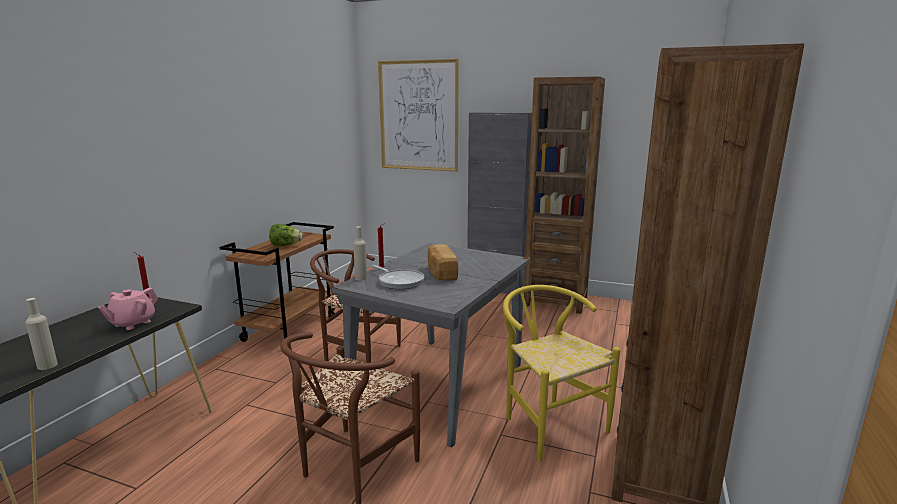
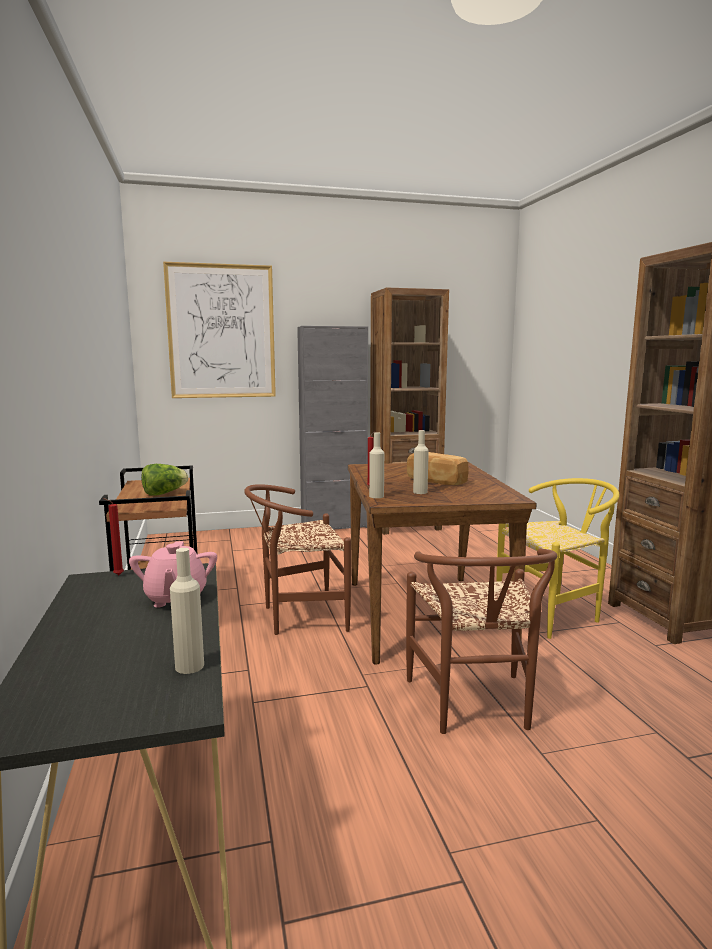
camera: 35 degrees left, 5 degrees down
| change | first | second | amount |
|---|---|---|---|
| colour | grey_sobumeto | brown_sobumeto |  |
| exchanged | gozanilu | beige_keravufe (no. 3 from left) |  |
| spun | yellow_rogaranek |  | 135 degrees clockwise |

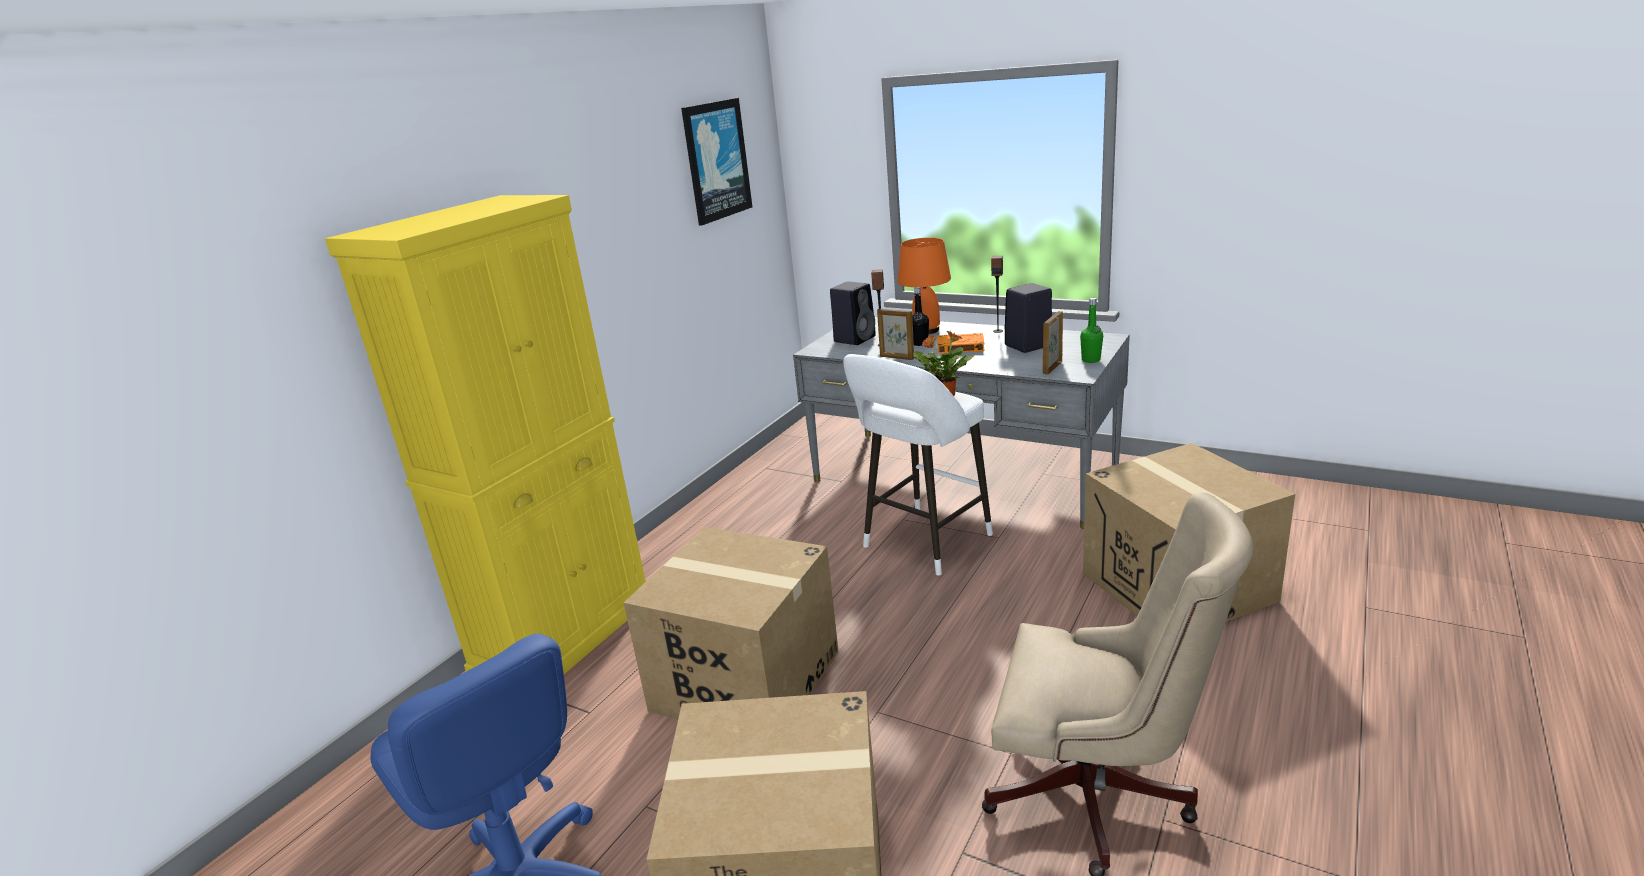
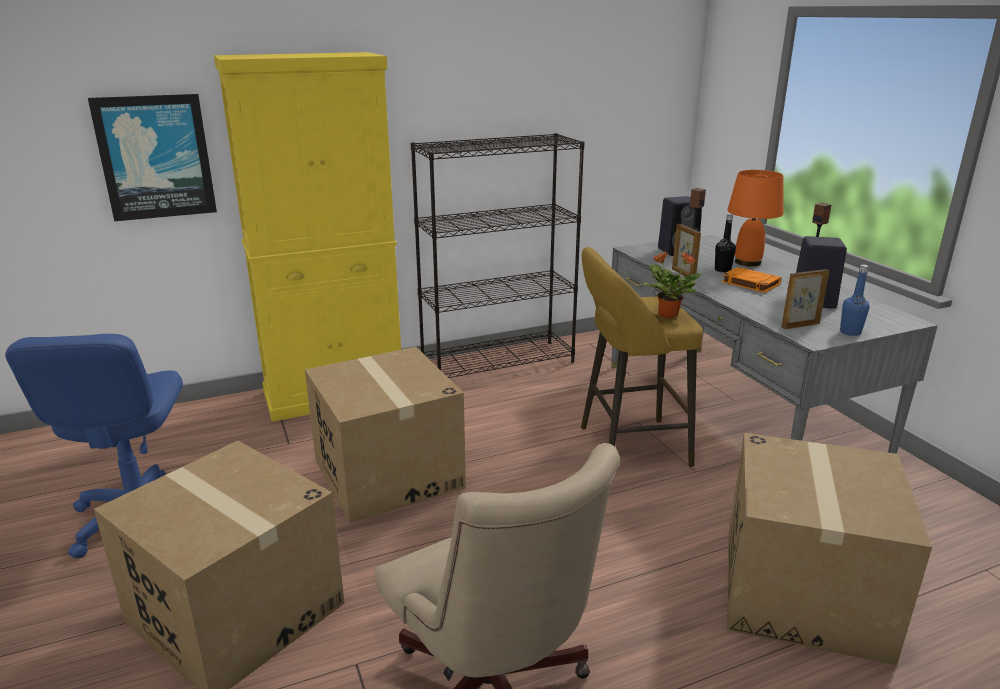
camera: 35 degrees right, 0 degrees up
| change | first | second | amount |
|---|---|---|---|
| relocated | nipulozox |  |  |
| colour | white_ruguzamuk | yellow_ruguzamuk |  |
| colour | green_keravufe | blue_keravufe |  |
| appeared |  | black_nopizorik |  |

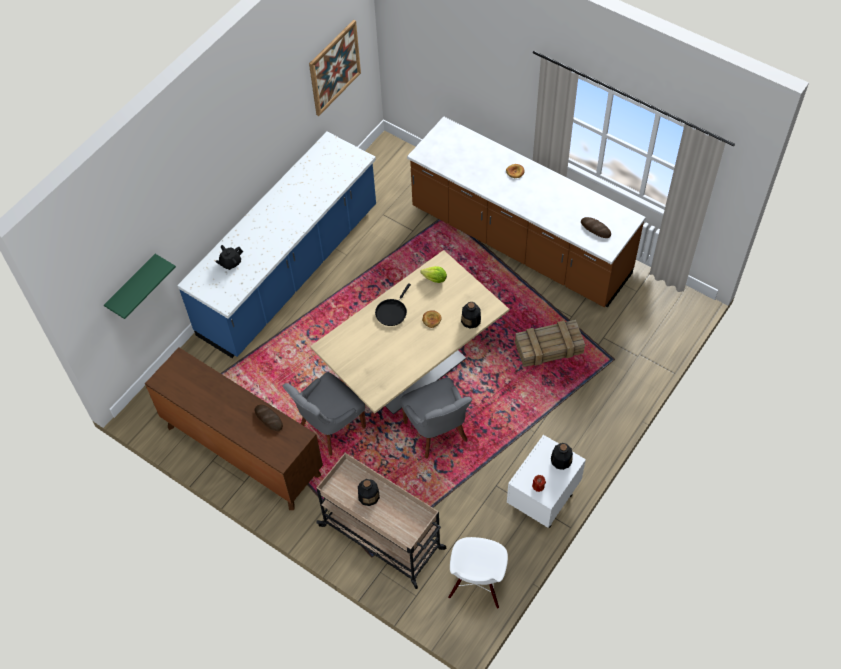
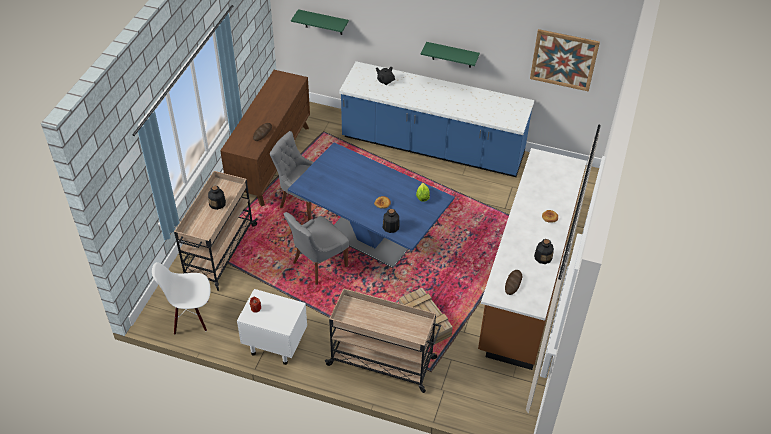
camera: 70 degrees right, 10 degrees down
| change | first | second | amount |
|---|---|---|---|
| colour | beige_sobumeto | blue_sobumeto |  |
| missing | black_gozanilu |  |  |
| relocated | keravufe (no. 3 from left) |  |  |
| appeared |  | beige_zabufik (no. 2 from left) |  |
| appeared |  | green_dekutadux (no. 2 from left) |  |

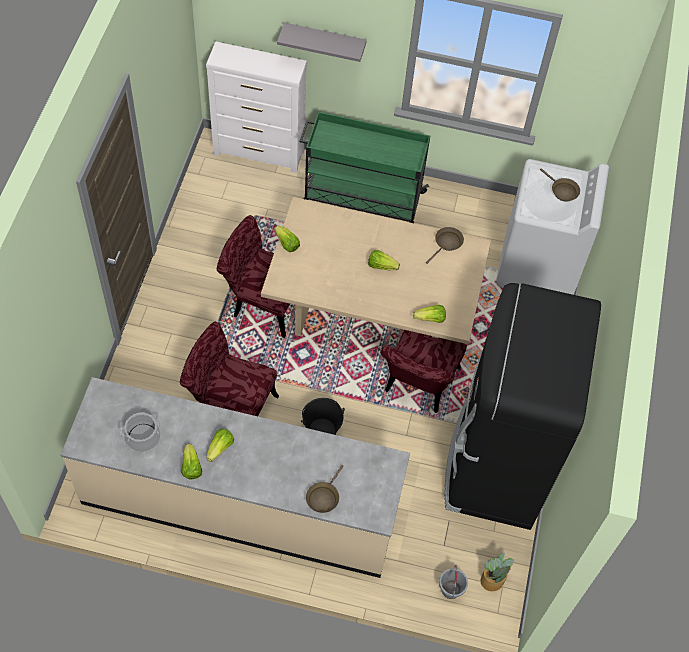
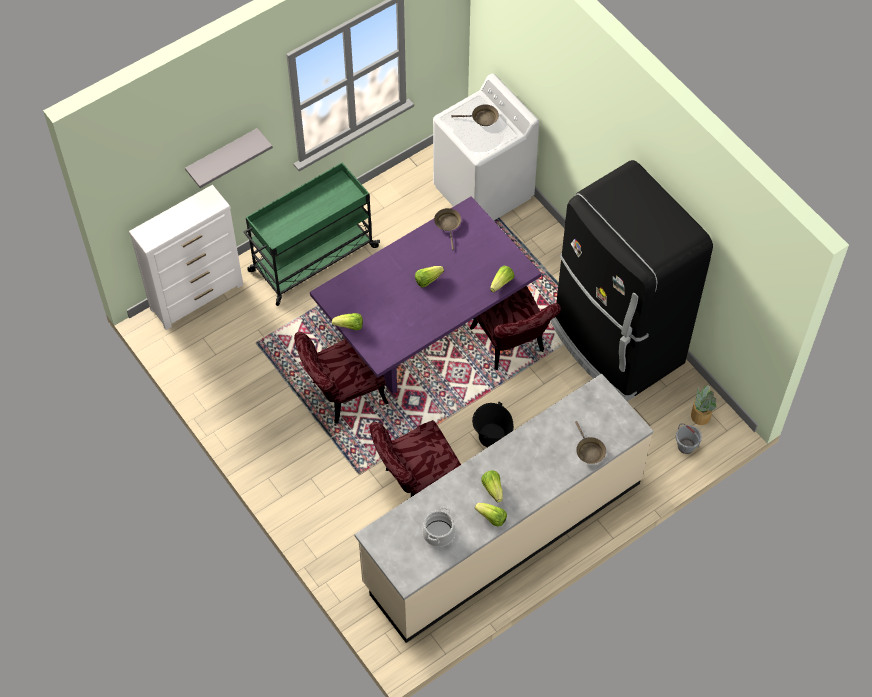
camera: 45 degrees left, 0 degrees up
| change | first | second | amount |
|---|---|---|---|
| colour | beige_sobumeto | purple_sobumeto |  |

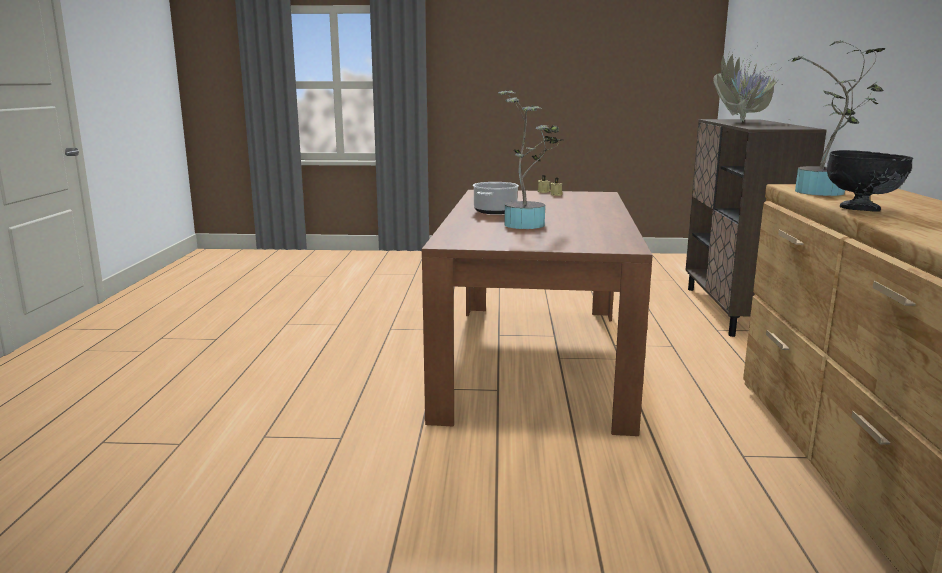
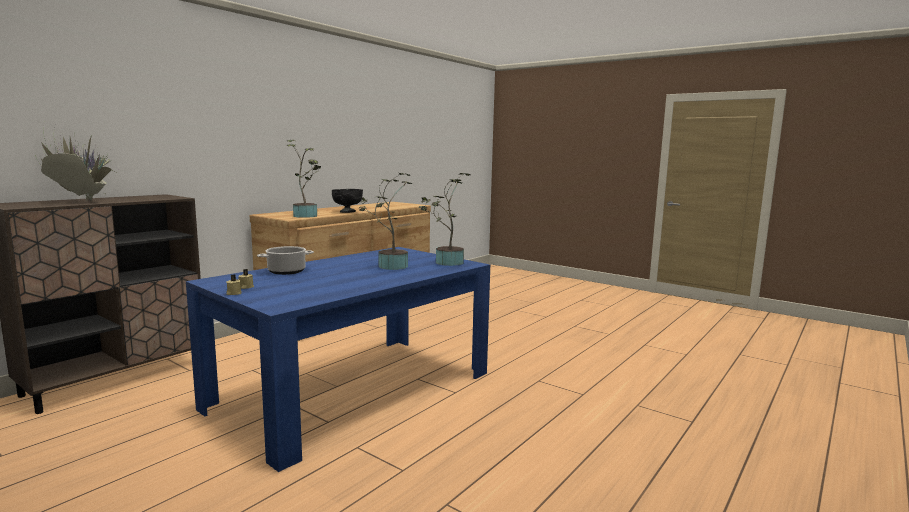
camera: 145 degrees left, 5 degrees down
| change | first | second | amount |
|---|---|---|---|
| colour | brown_sobumeto | blue_sobumeto |  |
| relocated | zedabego |  |  |
| appeared |  | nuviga (no. 4 from left) |  |

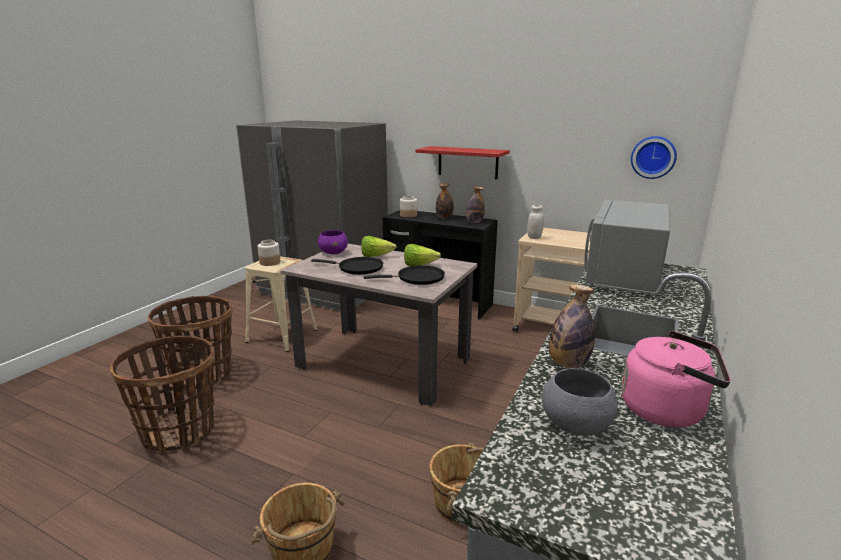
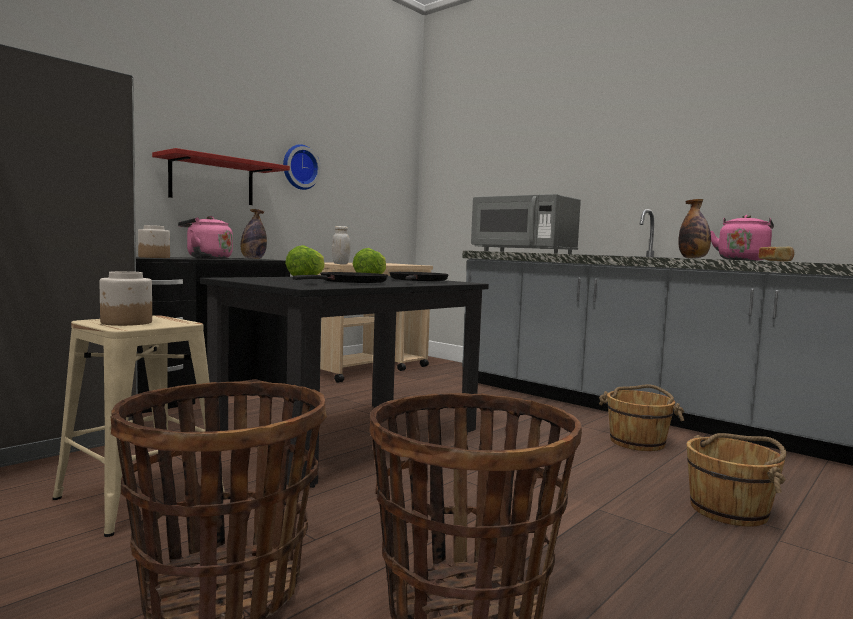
camera: 75 degrees left, 15 degrees down
| change | first | second | amount |
|---|---|---|---|
| colour | beige_sobumeto | black_sobumeto |  |
| missing | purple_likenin |  |  |
| exchanged | keravufe (no. 1 from left) | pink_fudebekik (no. 1 from left) |  |
| exchanged | grey_likenin | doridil |  |
| relocated | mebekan |  |  |

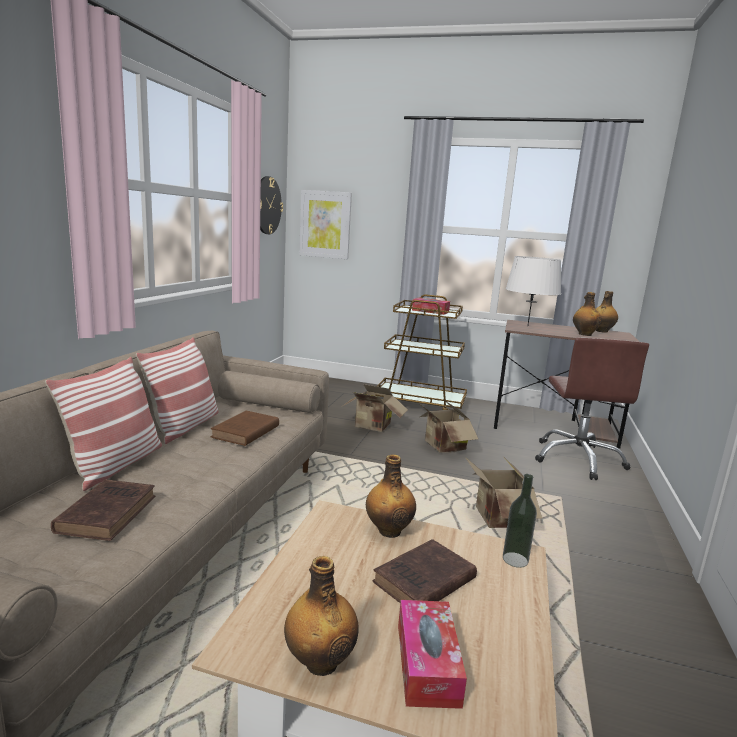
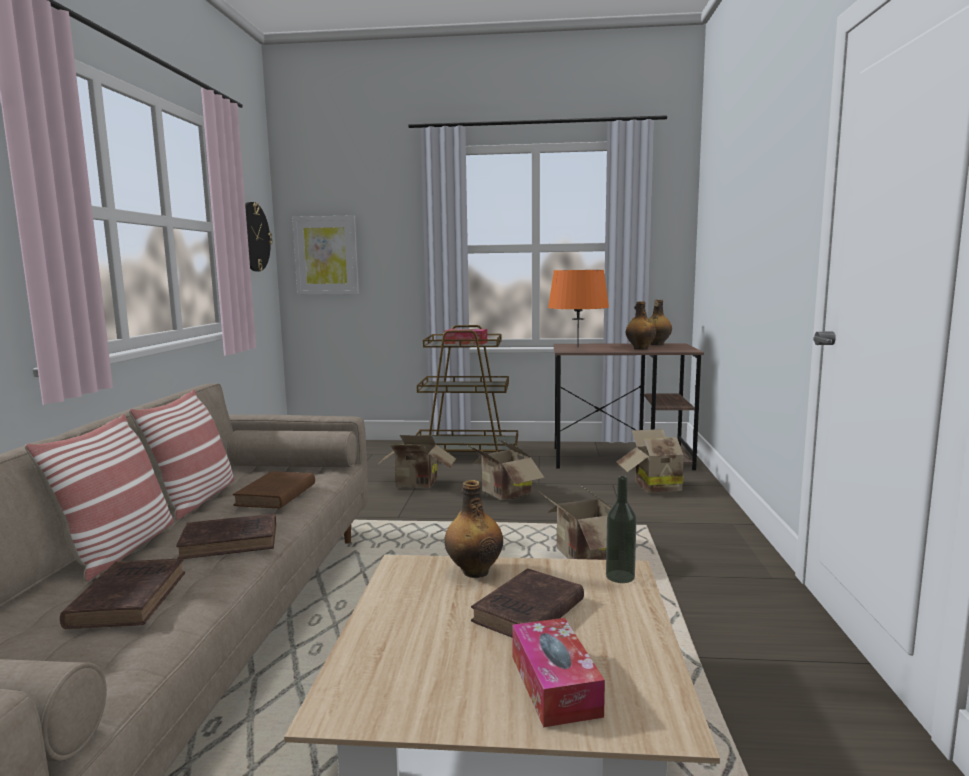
camera: 10 degrees left, 5 degrees down
| change | first | second | amount |
|---|---|---|---|
| missing | keravufe (no. 1 from left) |  |  |
| colour | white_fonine | orange_fonine |  |
| exchanged | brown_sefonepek | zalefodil (no. 4 from left) |  |
| appeared |  | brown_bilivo (no. 2 from left) |  |

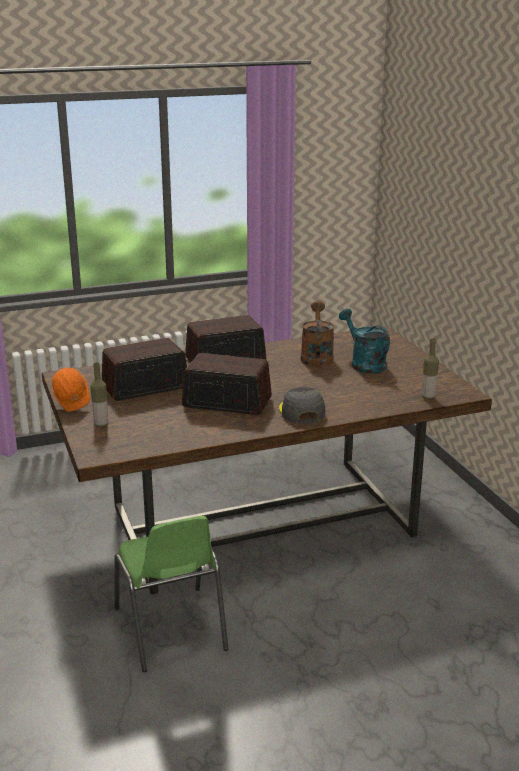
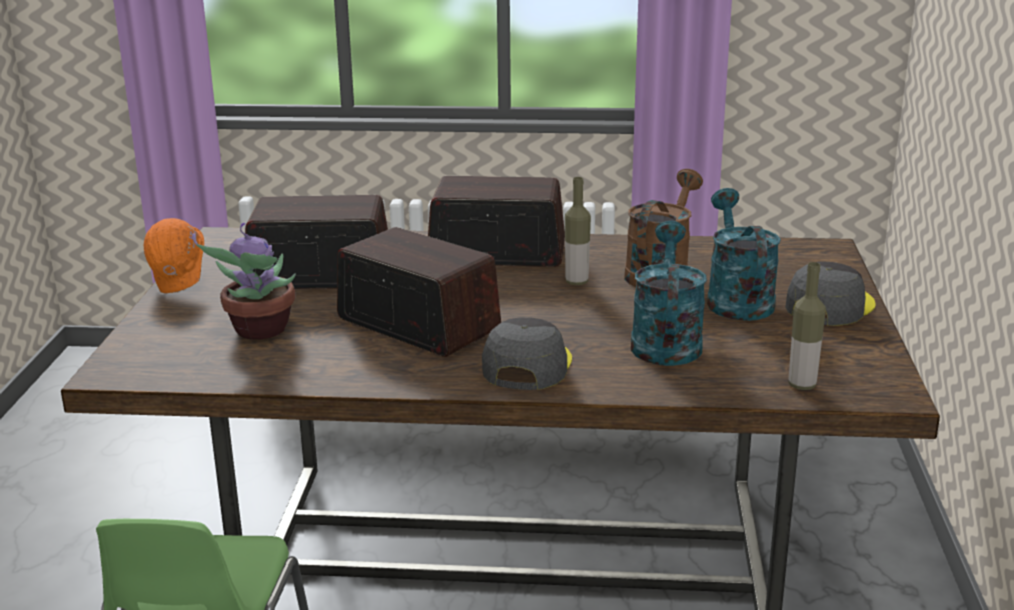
camera: 25 degrees right, 0 degrees up
| change | first | second | amount |
|---|---|---|---|
| relocated | keravufe (no. 1 from left) |  |  |
| appeared |  | nuviga |  |
| appeared |  | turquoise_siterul (no. 1 from left) |  |
| appeared |  | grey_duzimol (no. 2 from left) |  |

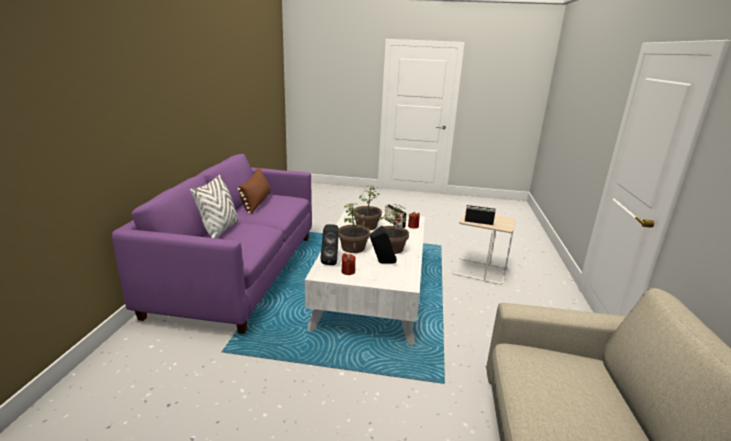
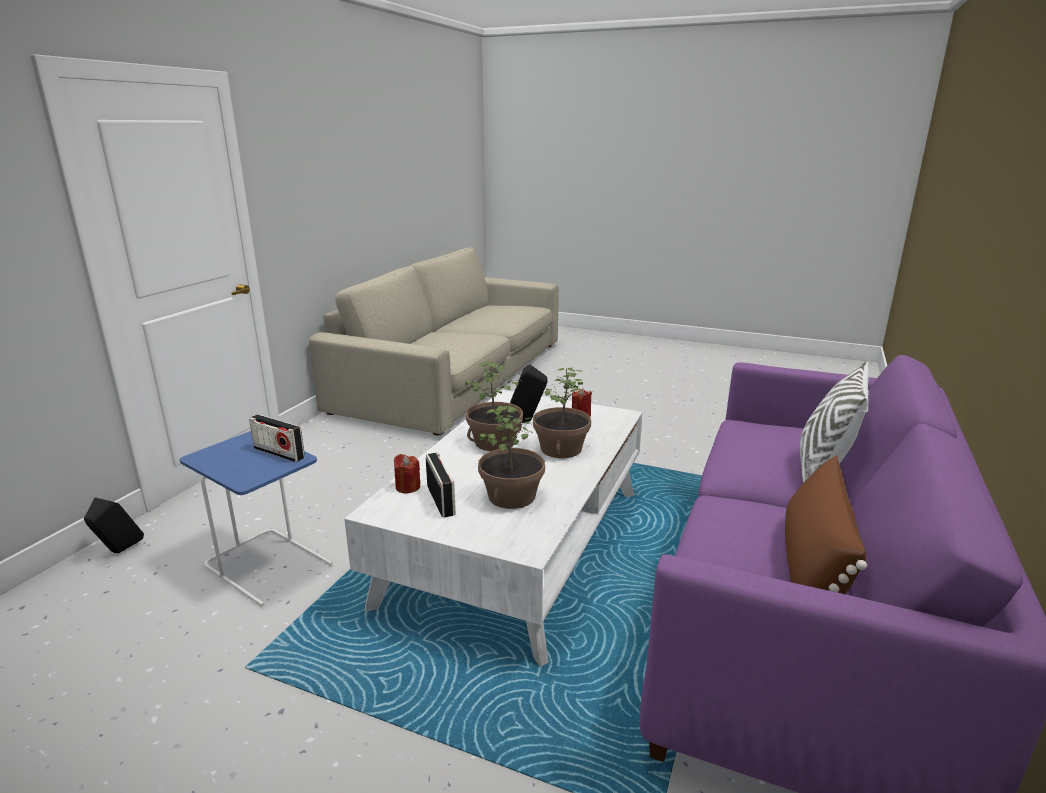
camera: 165 degrees left, 0 degrees up
| change | first | second | amount |
|---|---|---|---|
| relocated | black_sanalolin (no. 1 from left) |  |  |
| colour | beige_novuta | blue_novuta |  |

